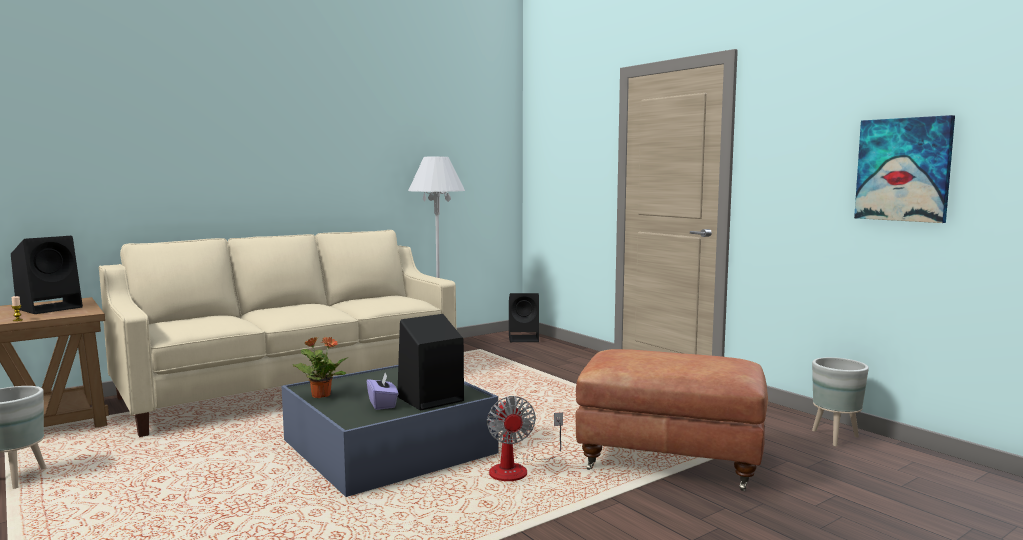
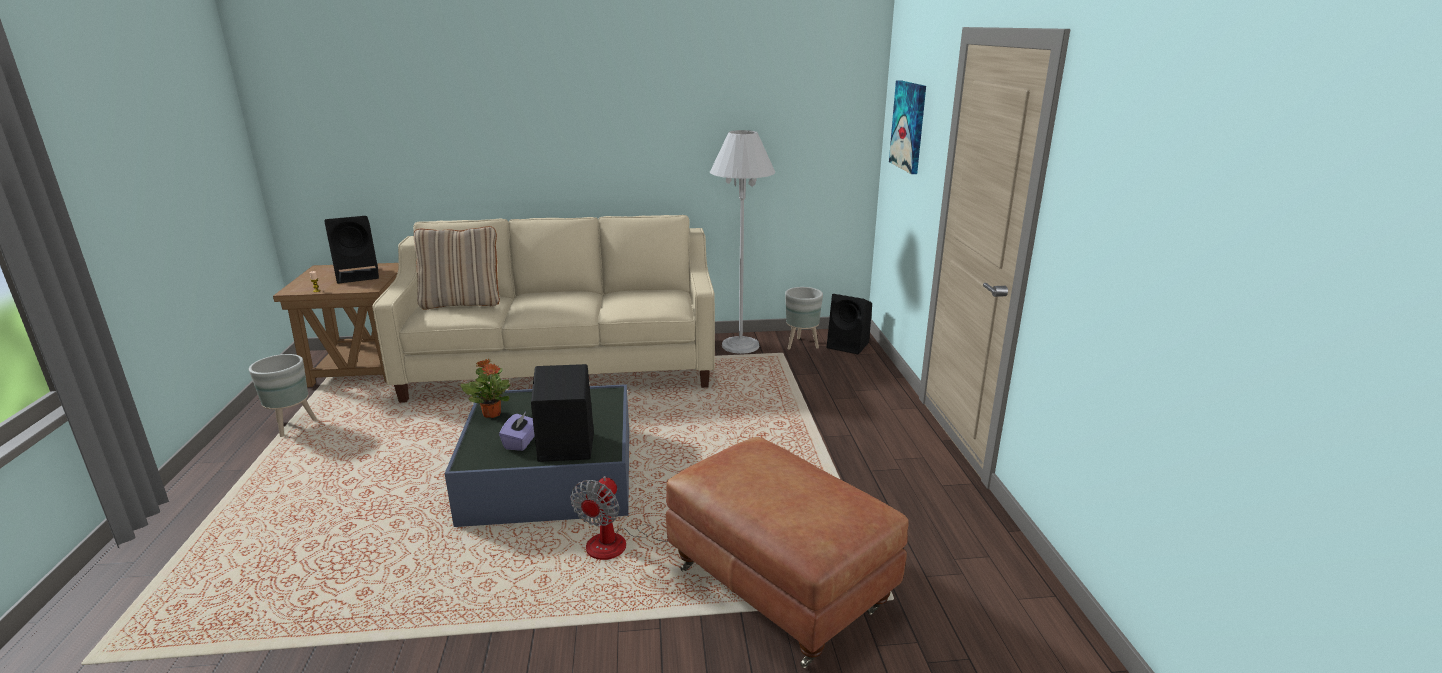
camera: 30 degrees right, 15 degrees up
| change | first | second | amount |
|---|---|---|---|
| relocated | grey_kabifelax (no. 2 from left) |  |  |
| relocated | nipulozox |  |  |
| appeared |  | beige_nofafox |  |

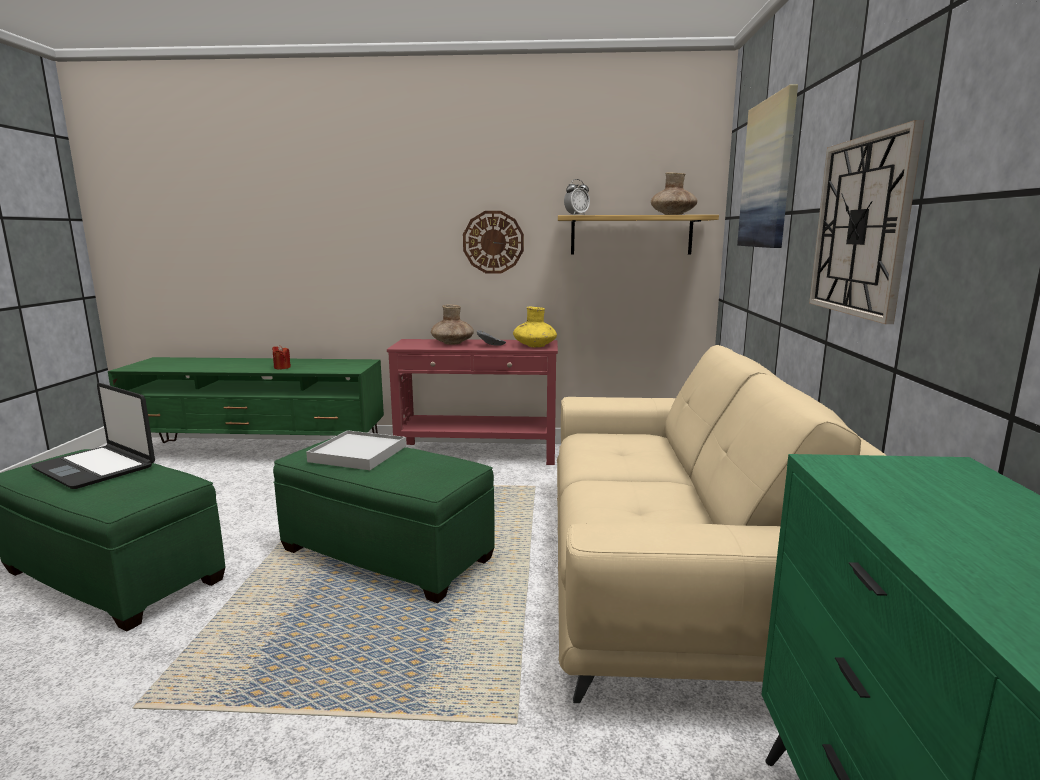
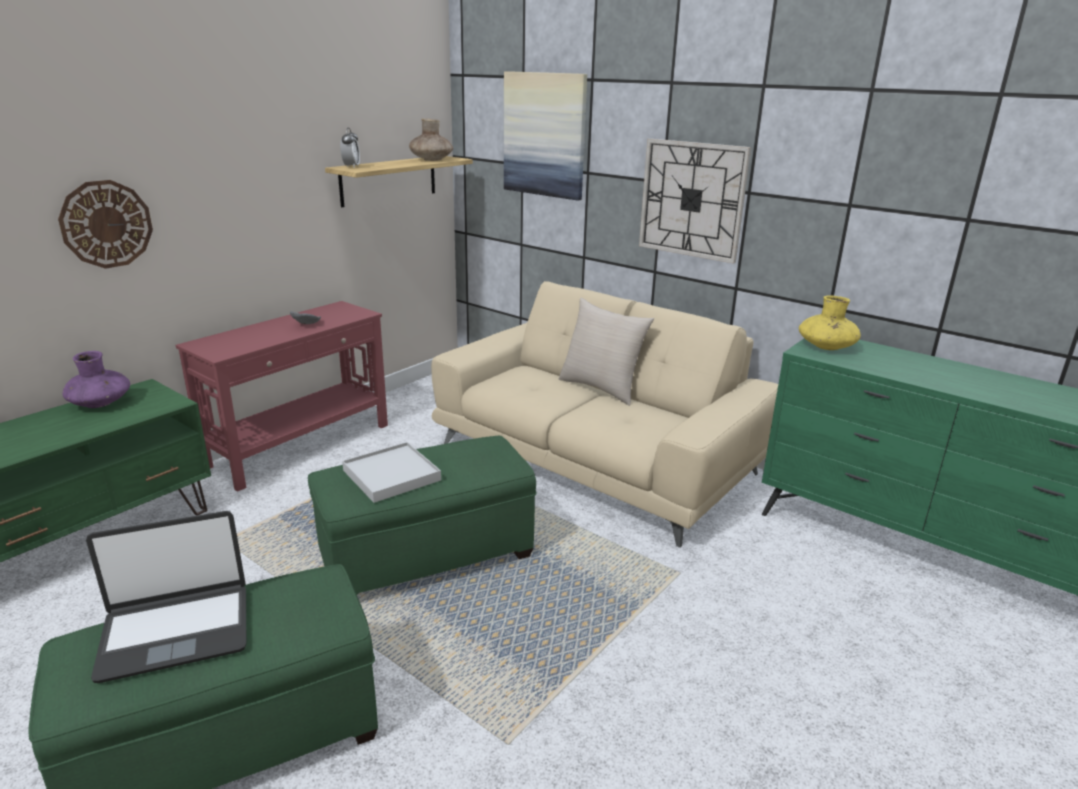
camera: 55 degrees left, 10 degrees up
| change | first | second | amount |
|---|---|---|---|
| missing | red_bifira |  |  |
| missing | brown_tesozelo (no. 1 from left) |  |  |
| relocated | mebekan (no. 1 from left) |  |  |
| relocated | yellow_tesozelo |  |  |
| appeared |  | purple_tesozelo |  |
| appeared |  | beige_nofafox |  |

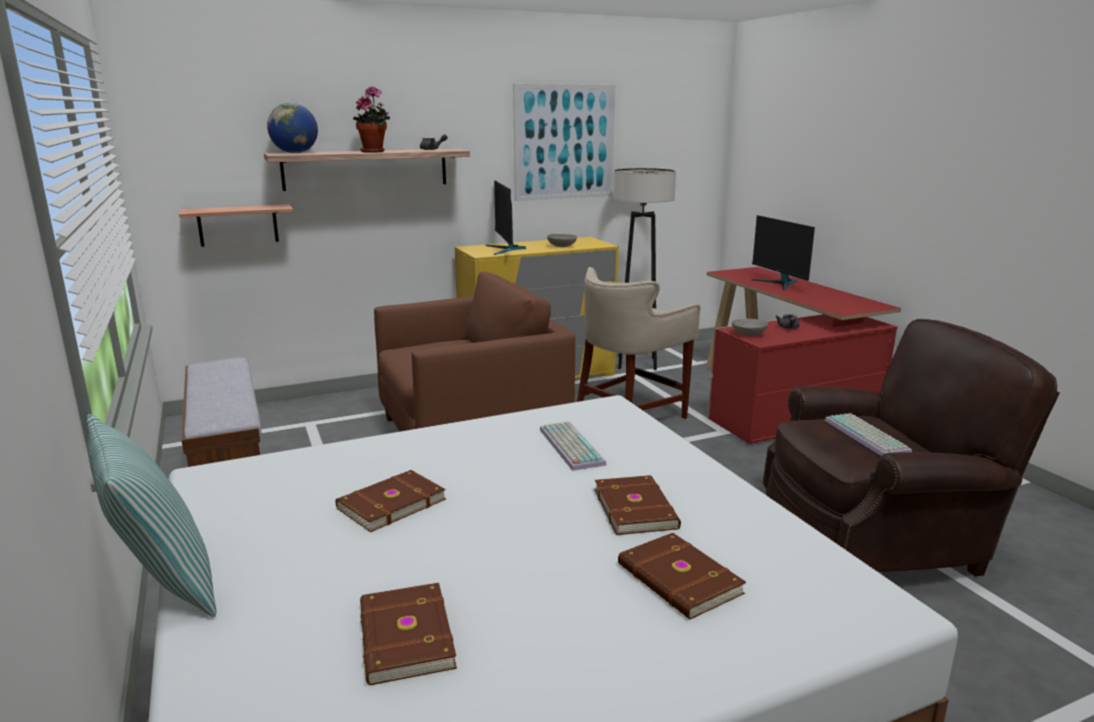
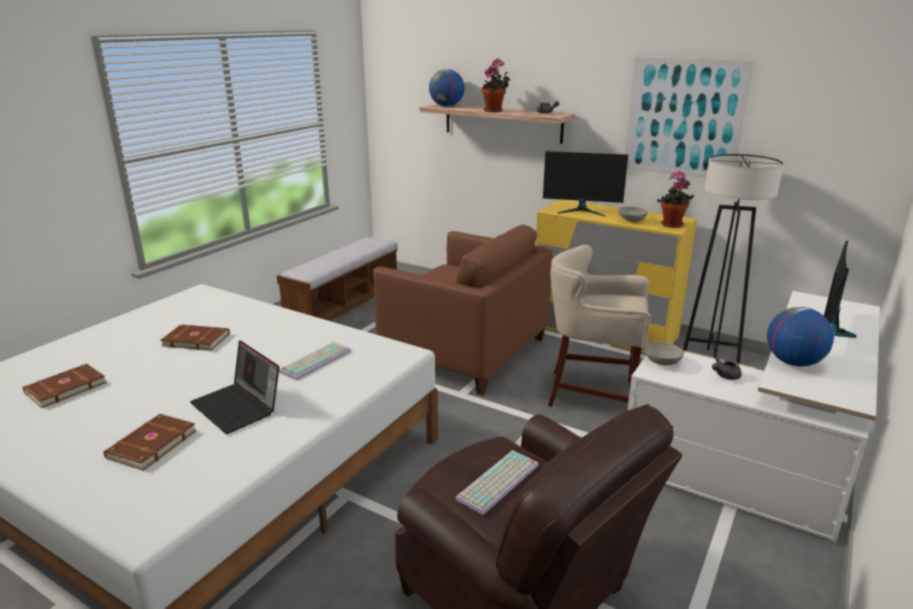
camera: 55 degrees right, 5 degrees up
| change | first | second | amount |
|---|---|---|---|
| missing | nofafox |  |  |
| missing | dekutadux (no. 1 from left) |  |  |
| spun | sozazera (no. 1 from left) |  | 120 degrees counterclockwise |
| exchanged | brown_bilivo (no. 3 from left) | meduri |  |
| colour | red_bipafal | white_bipafal |  |
| appeared |  | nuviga (no. 2 from left) |  |
| appeared |  | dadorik (no. 2 from left) |  |

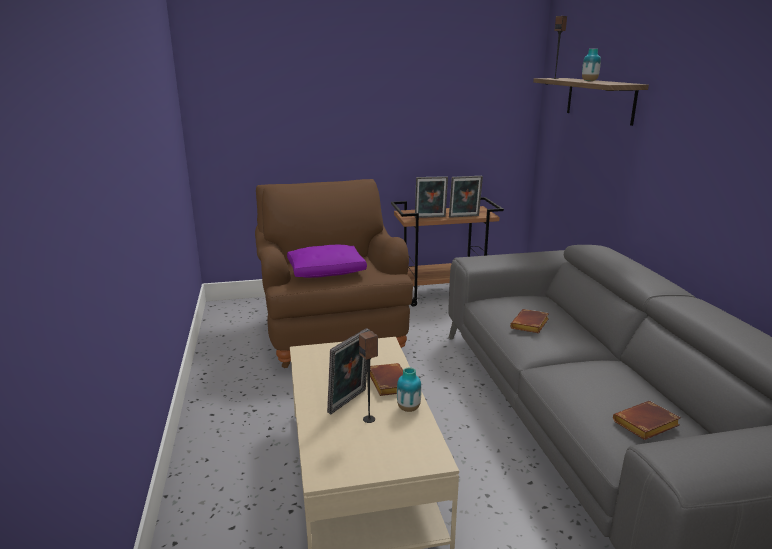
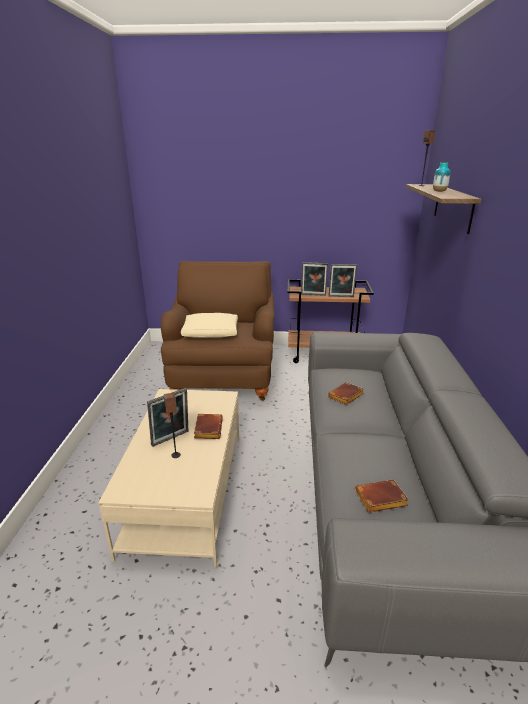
camera: 15 degrees right, 5 degrees up
| change | first | second | amount |
|---|---|---|---|
| colour | purple_nofafox | beige_nofafox |  |
| missing | tesozelo (no. 1 from left) |  |  |

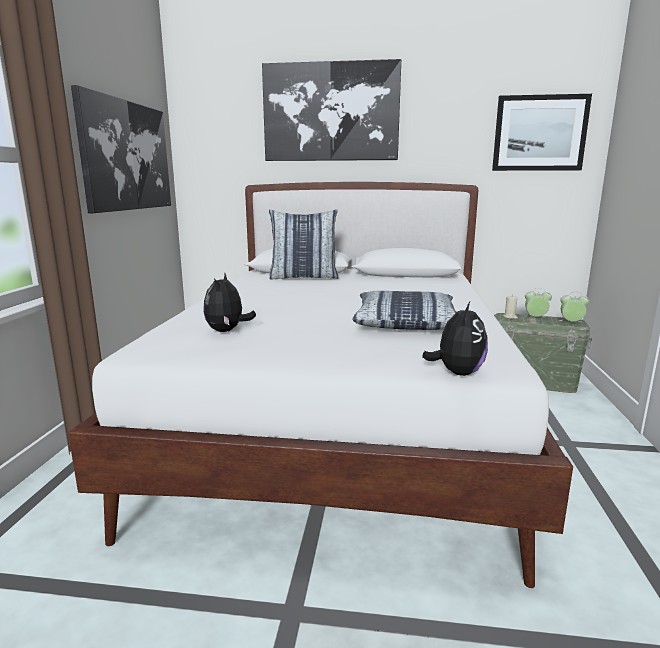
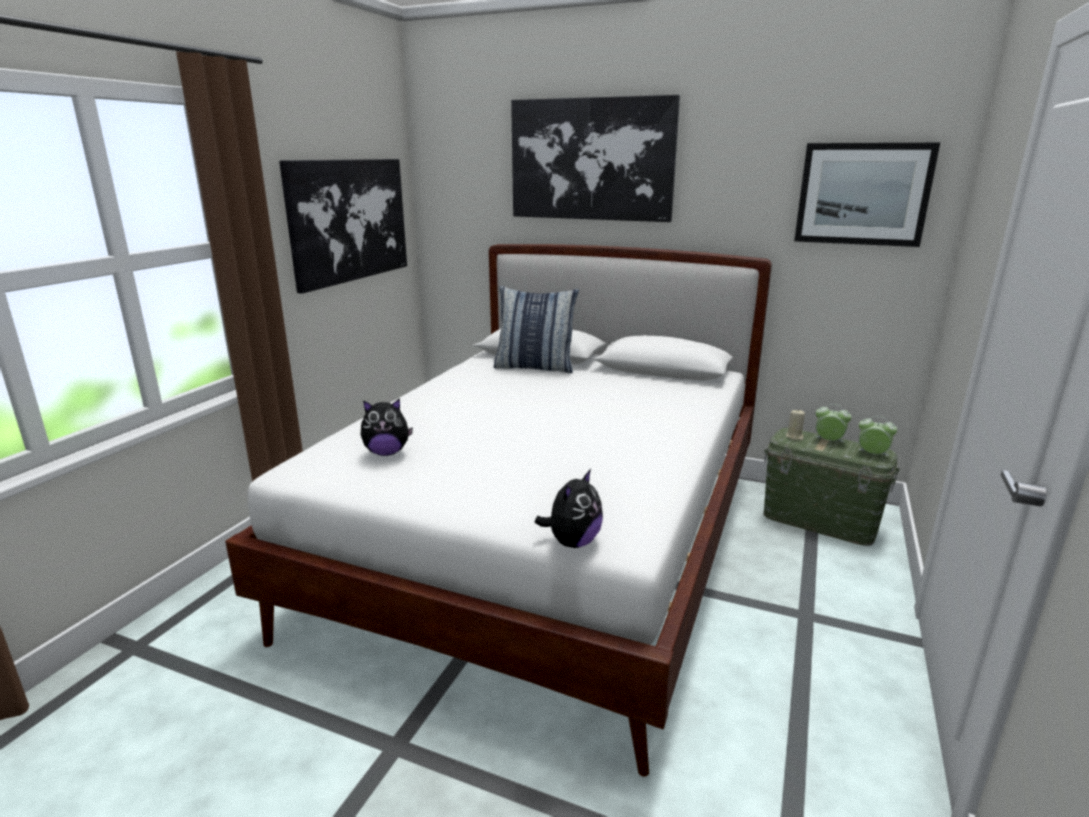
camera: 15 degrees right, 5 degrees up
| change | first | second | amount |
|---|---|---|---|
| spun | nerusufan (no. 1 from left) |  | 120 degrees counterclockwise |
| missing | nofafox (no. 2 from left) |  |  |

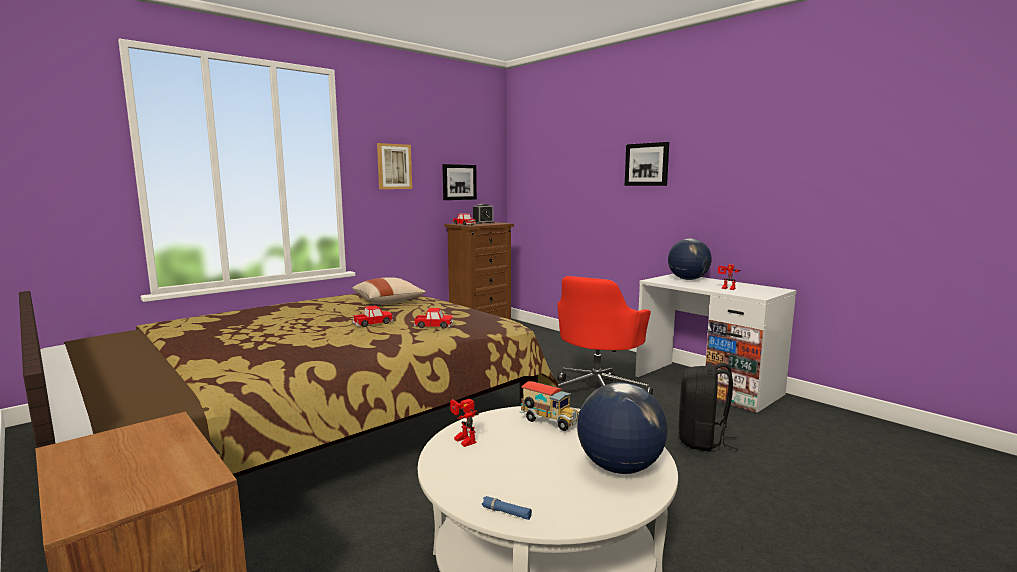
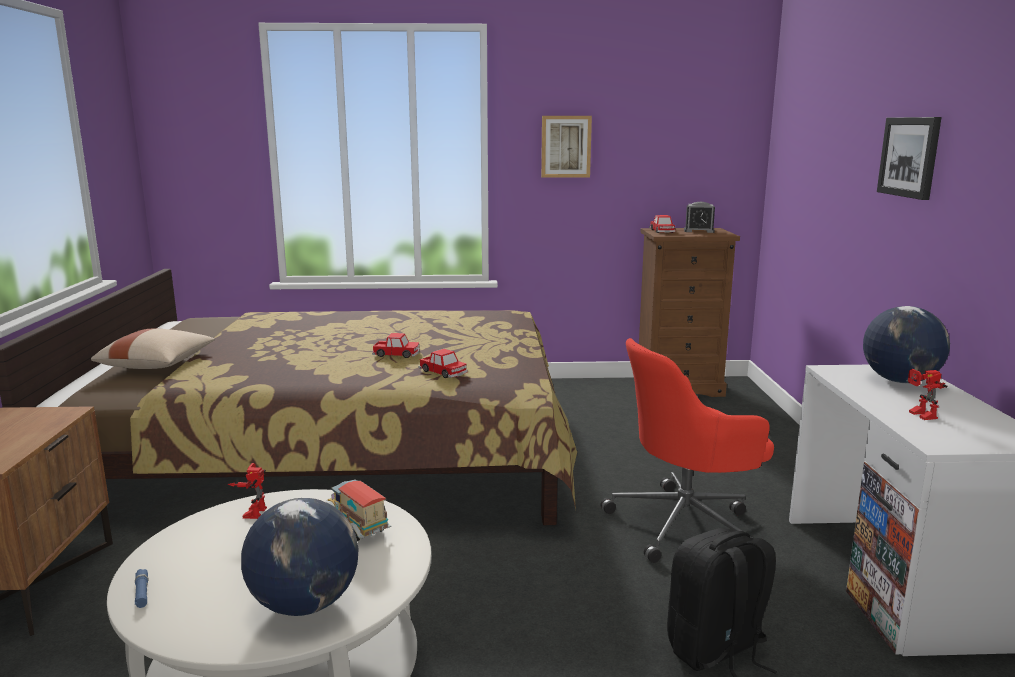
camera: 40 degrees right, 5 degrees up
| change | first | second | amount |
|---|---|---|---|
| relocated | beige_nofafox |  |  |
| missing | nipulozox (no. 2 from left) |  |  |
| spun | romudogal |  | 150 degrees clockwise |

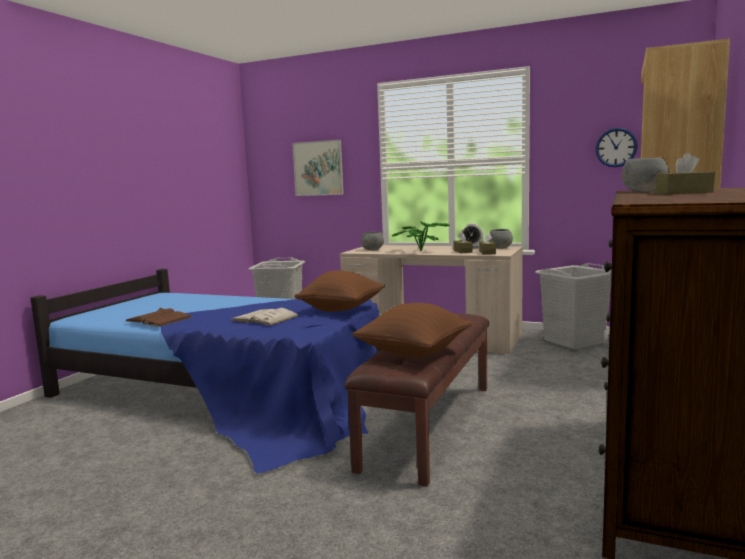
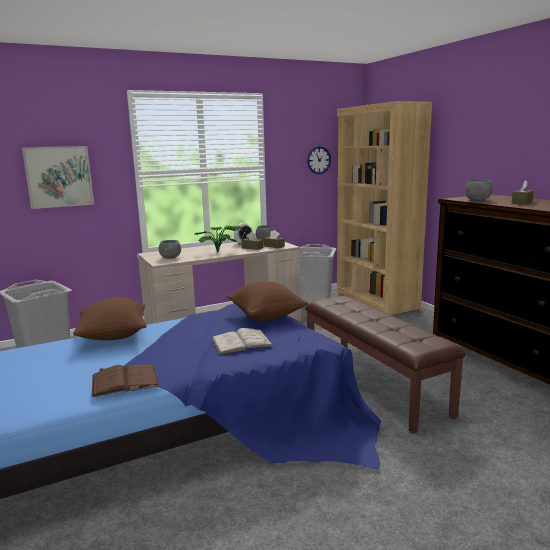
camera: 50 degrees left, 5 degrees up
| change | first | second | amount |
|---|---|---|---|
| relocated | brown_nofafox (no. 2 from left in the first image) | brown_nofafox (no. 1 from left) |  |

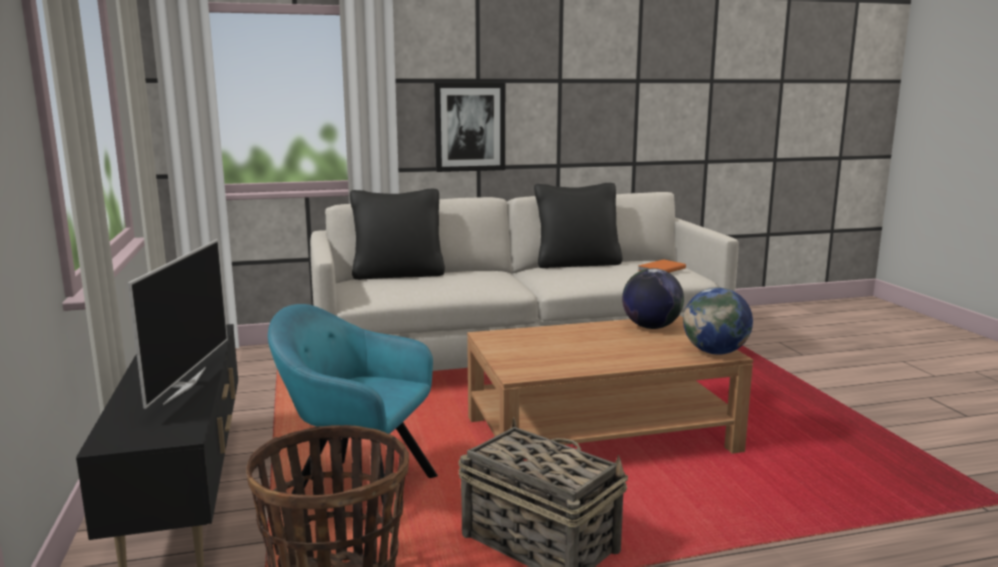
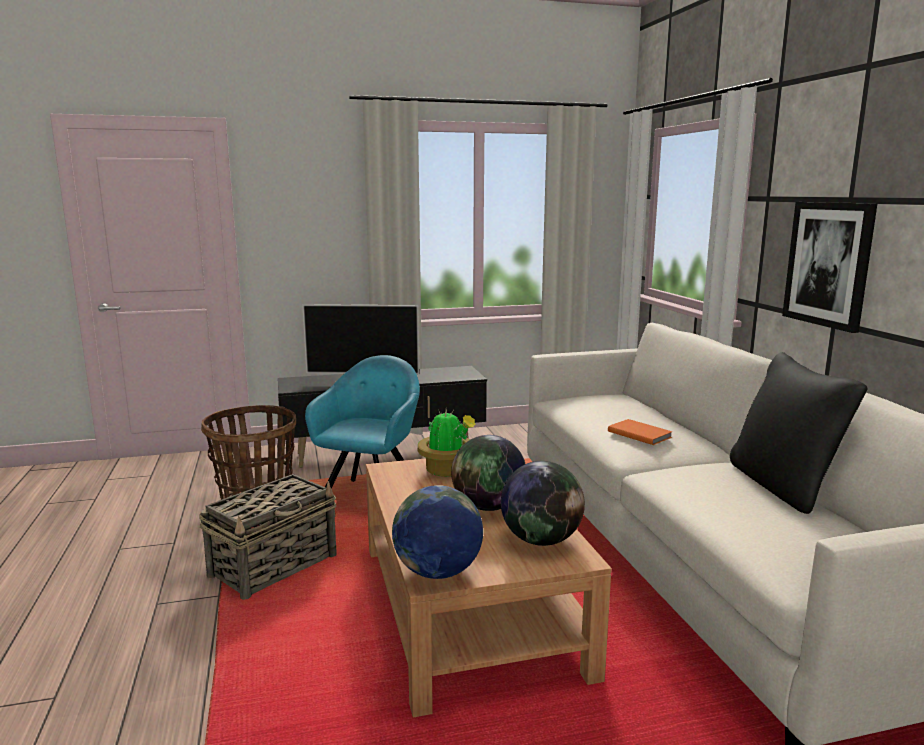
camera: 90 degrees right, 0 degrees up
| change | first | second | amount |
|---|---|---|---|
| missing | black_nofafox (no. 1 from left) |  |  |
| relocated | orange_bilivo |  |  |
| appeared |  | nuviga |  |
| appeared |  | dadorik (no. 2 from left) |  |

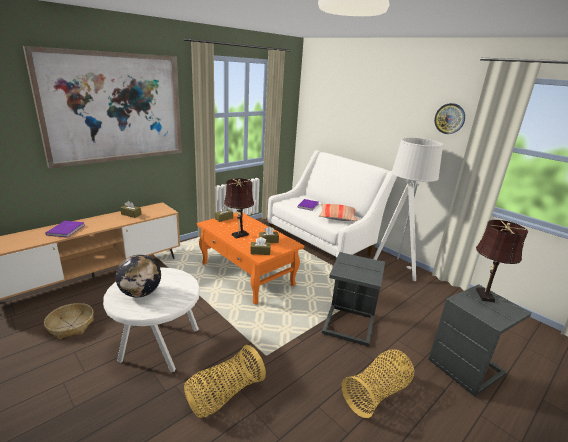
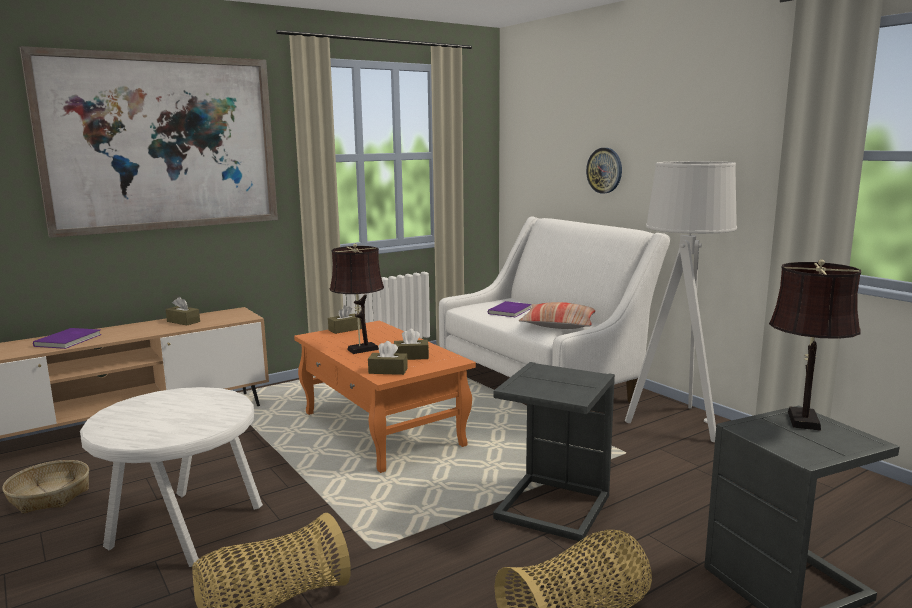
camera: 10 degrees right, 10 degrees down
| change | first | second | amount |
|---|---|---|---|
| missing | dadorik |  |  |
| relocated | mebekan |  |  |

